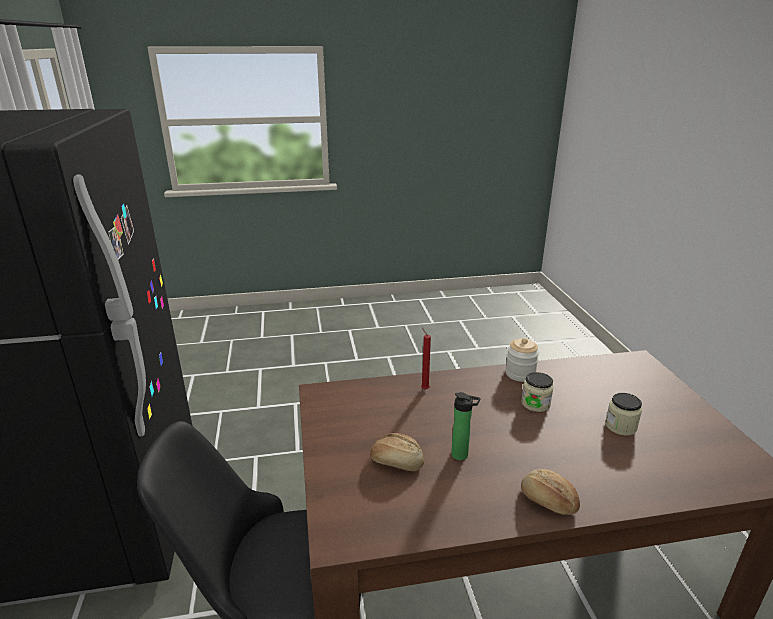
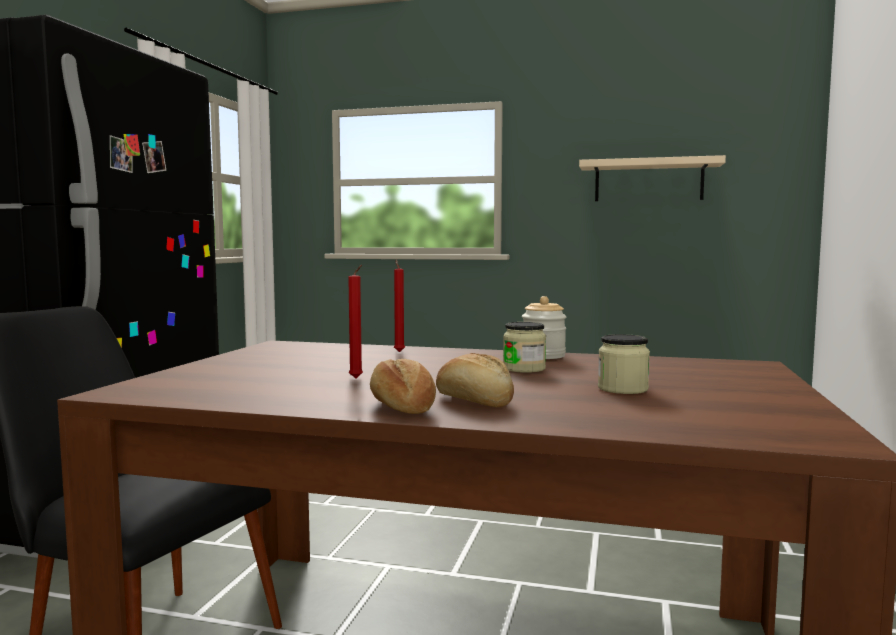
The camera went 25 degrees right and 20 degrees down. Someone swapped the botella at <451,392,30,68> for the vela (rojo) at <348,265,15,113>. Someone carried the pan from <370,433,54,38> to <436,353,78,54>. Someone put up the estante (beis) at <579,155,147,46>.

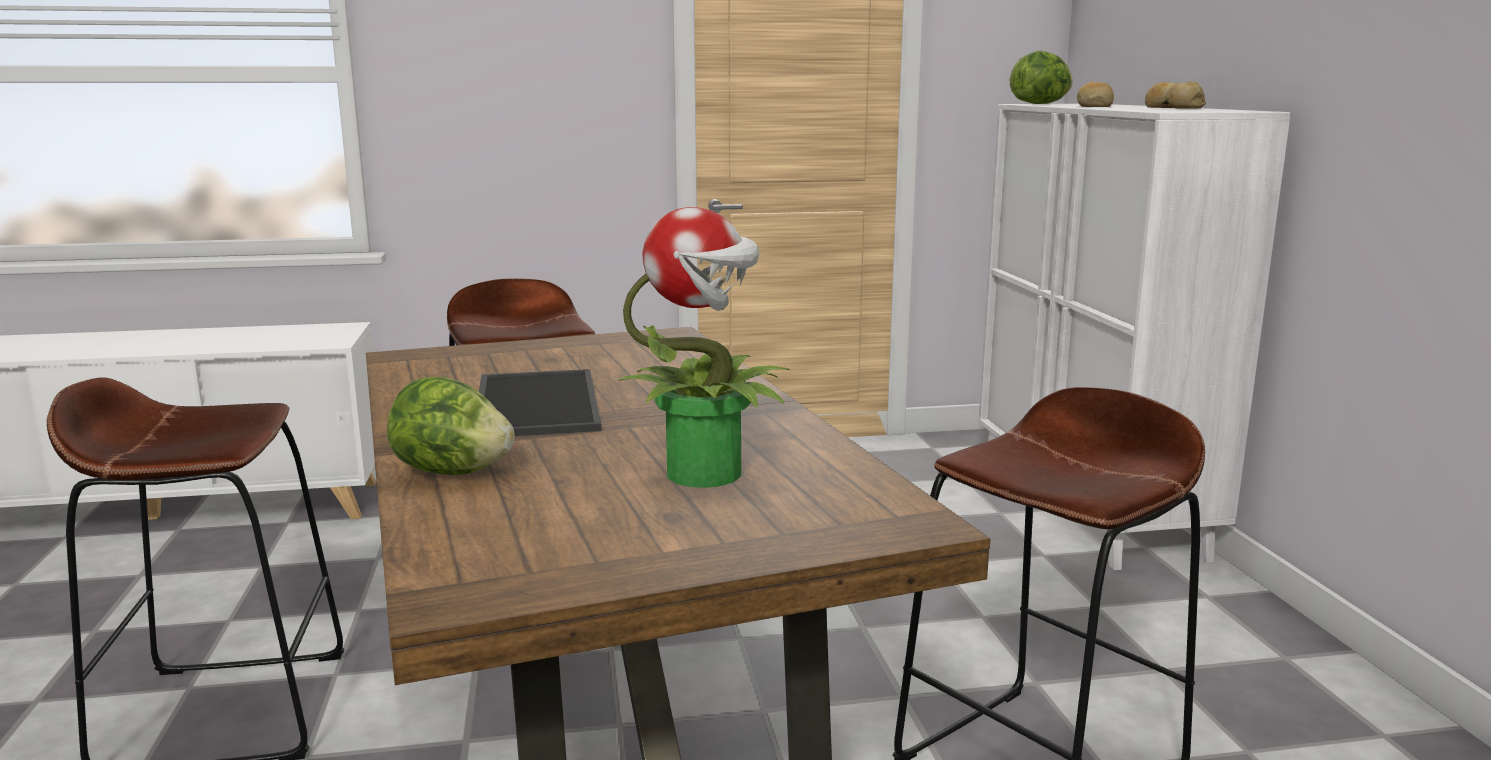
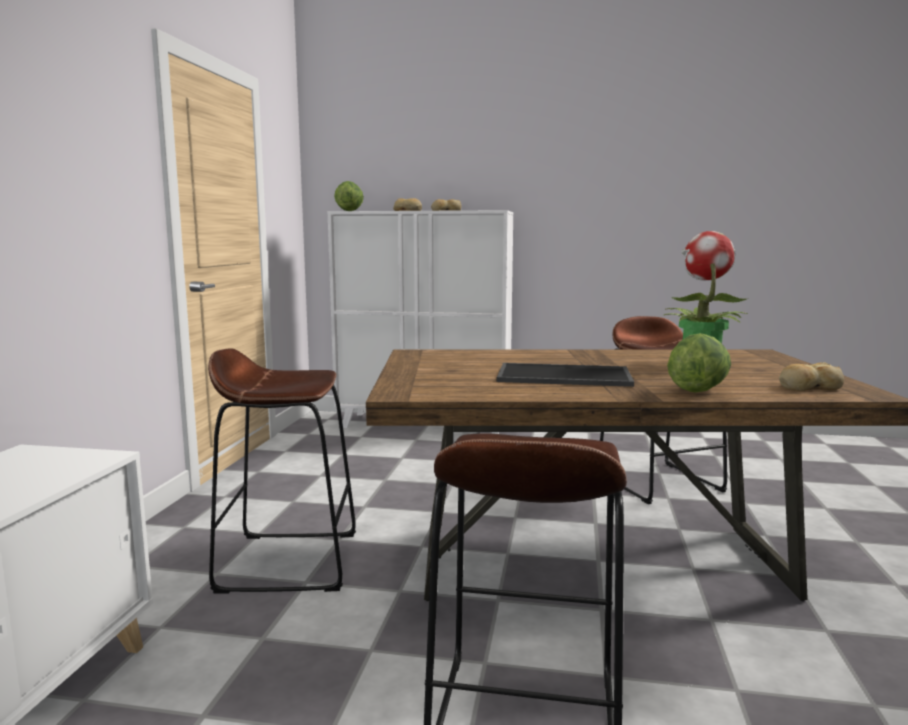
The camera went 70 degrees left and 5 degrees down. Someone put down the pan at <779,362,65,29>.

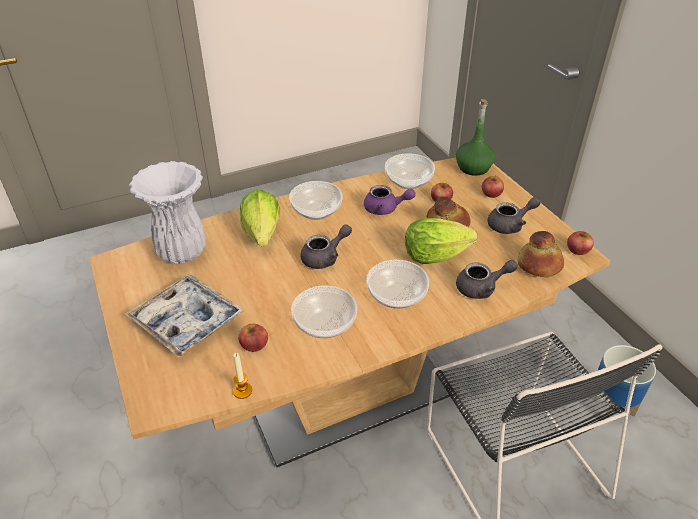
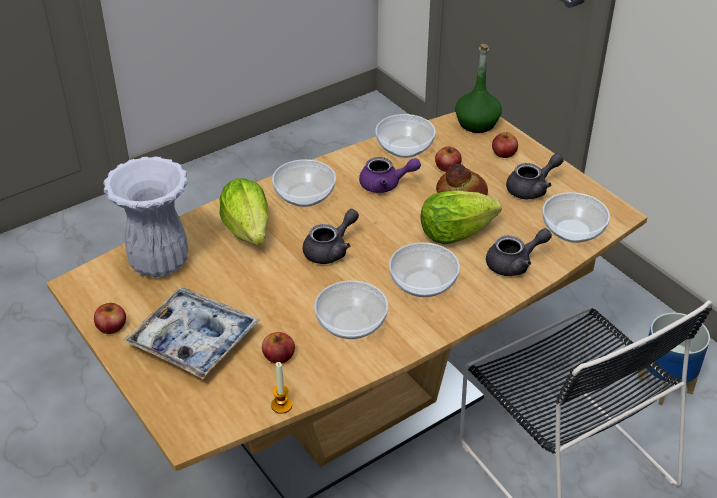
The camera went 10 degrees left and 0 degrees up. Someone carried the manzana from <567,231,27,24> to <94,303,32,31>. Someone swapped the pan at <517,231,47,47> for the cuenco at <542,192,68,51>.

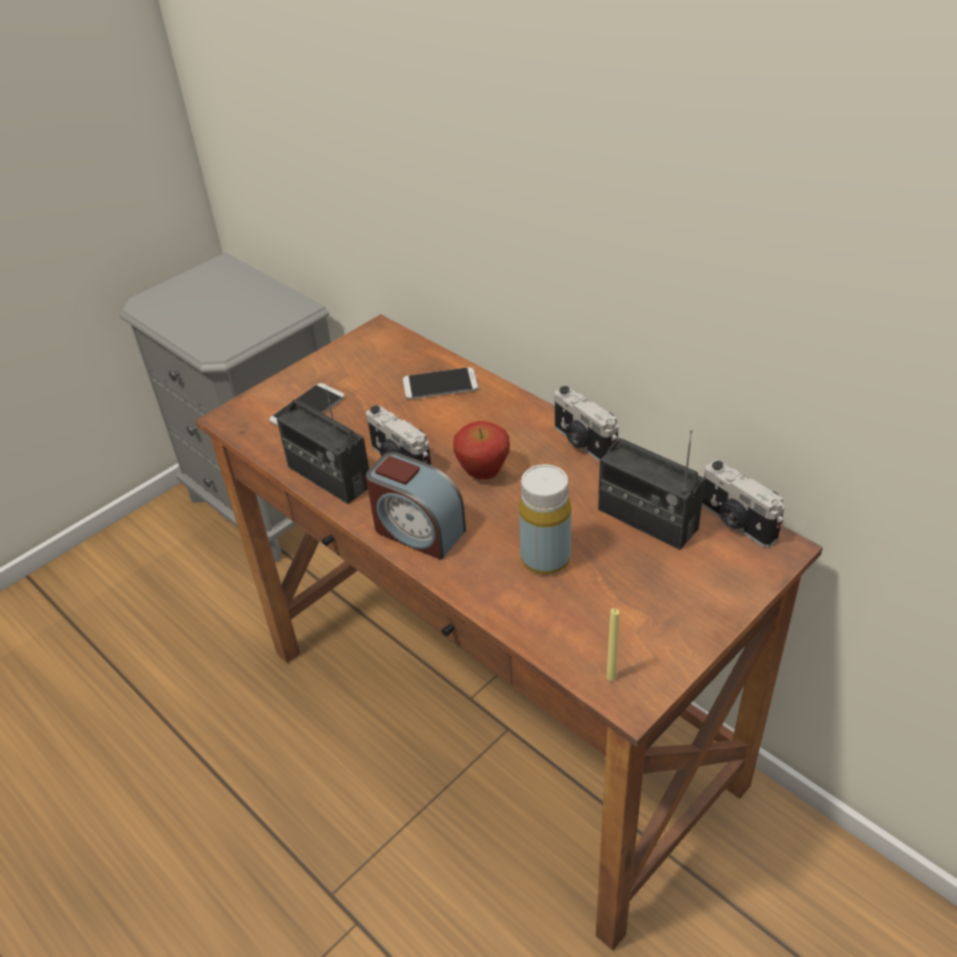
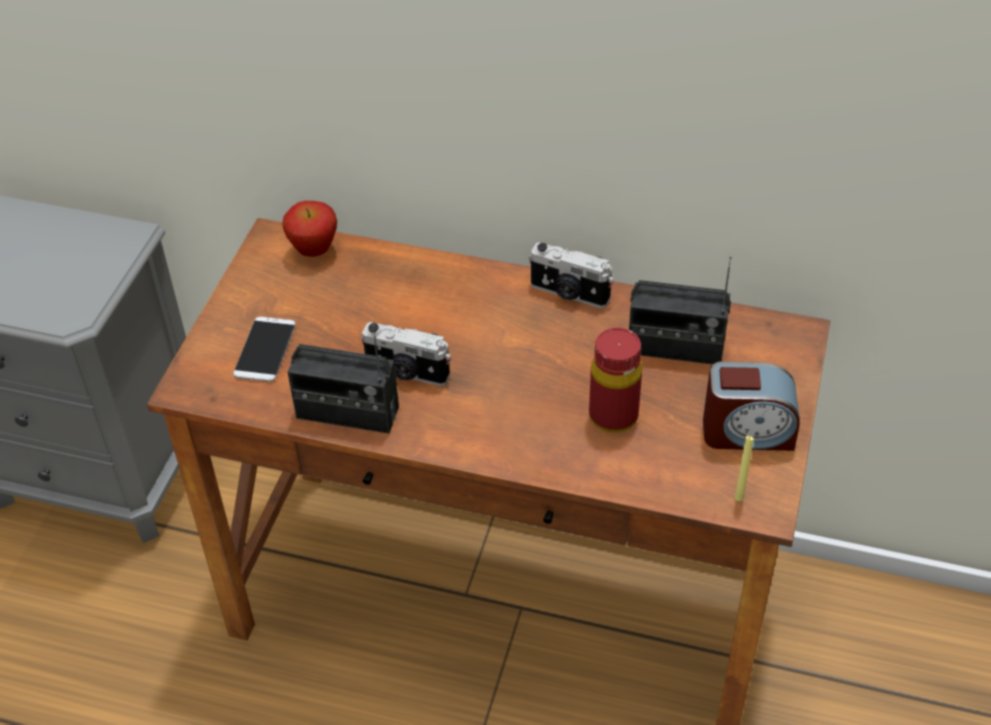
The camera went 30 degrees left and 5 degrees up. Someone carried the manzana from <453,421,57,59> to <282,201,55,56>. Someone repainted the botella (amarillo) at <519,464,52,111>, which became the botella (rojo) at <589,328,53,105>. Someone carried the despertador from <366,452,100,108> to <703,361,97,90>. Someone took away the móvil at <403,367,75,32>. Someone took away the cámara at <702,460,83,88>.

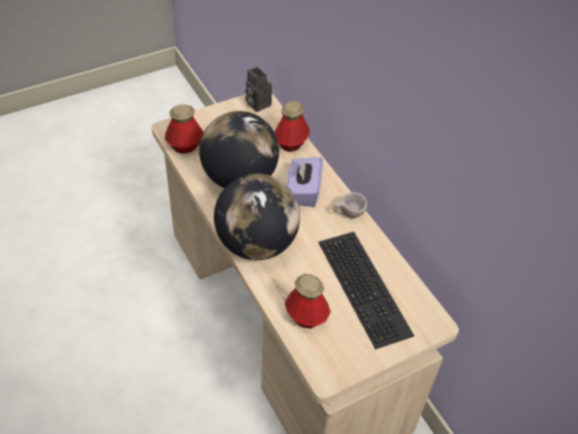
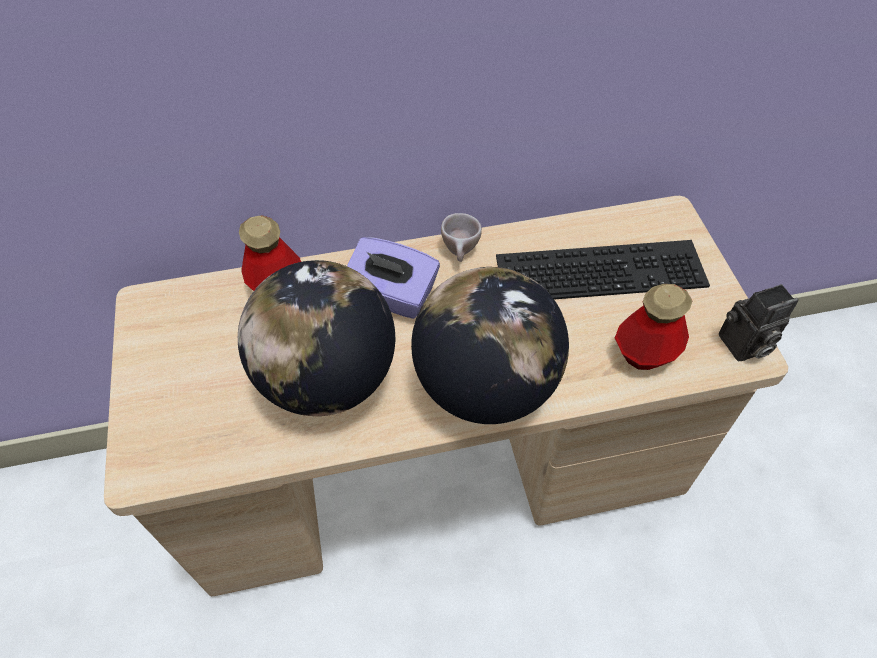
The camera went 70 degrees left and 5 degrees up. Someone carried the cámara from <245,67,27,45> to <719,284,79,78>. Someone took away the botella at <165,104,38,49>.

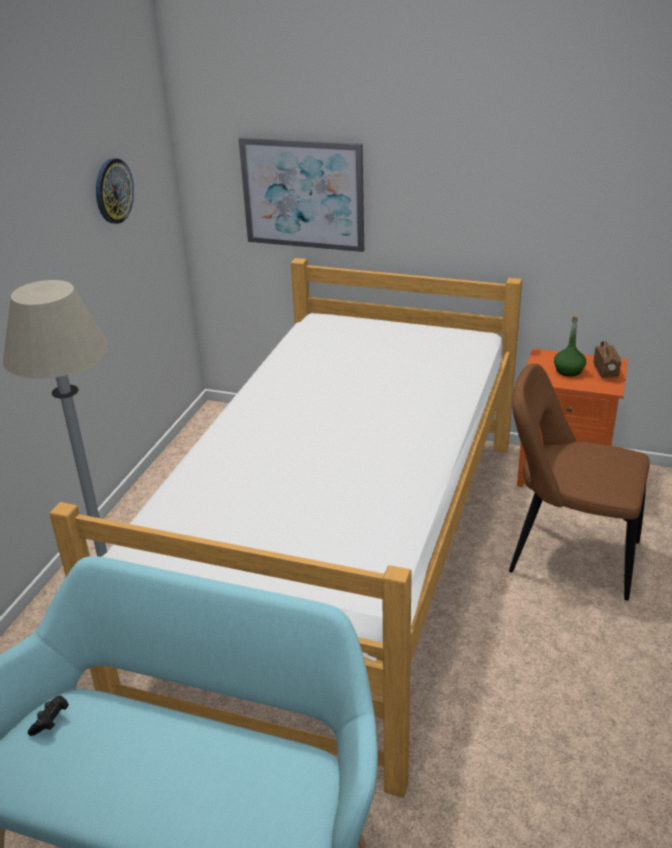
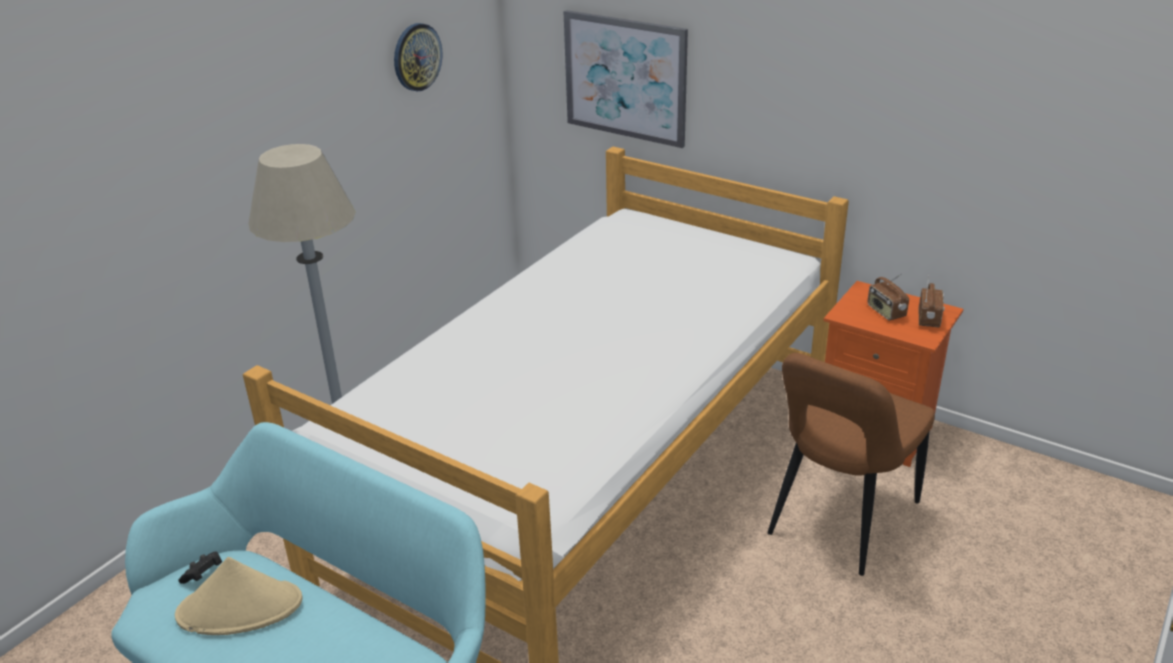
The camera went 15 degrees right and 0 degrees up. Someone put down the sombrero (beis) at <175,557,128,78>. Someone rotated the silla (marrón) at <509,363,141,238> by 90 degrees counterclockwise. Someone swapped the botella (verde) at <554,315,32,62> for the radio at <868,273,41,48>.

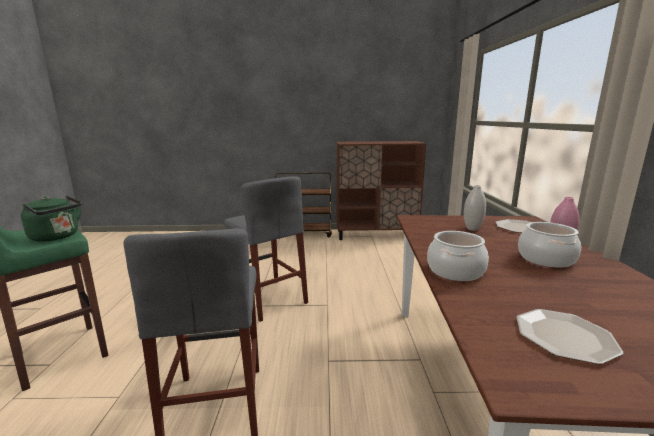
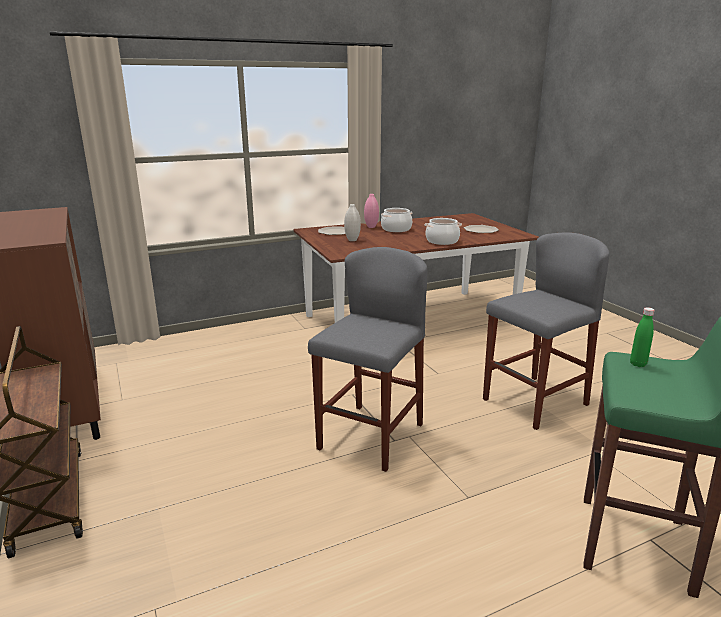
The camera went 115 degrees left and 5 degrees up. Someone swapped the hervidor (verde) at <21,196,61,46> for the botella (verde) at <630,307,25,60>.

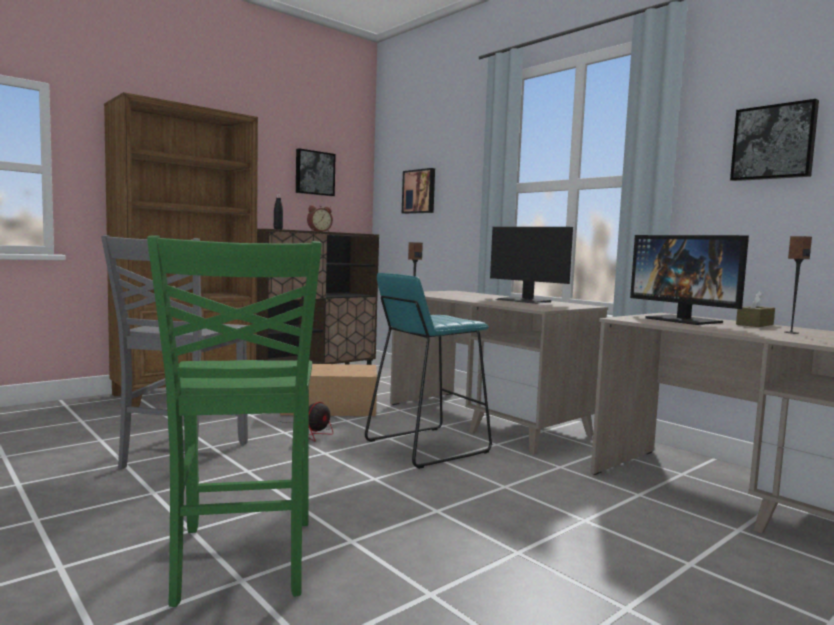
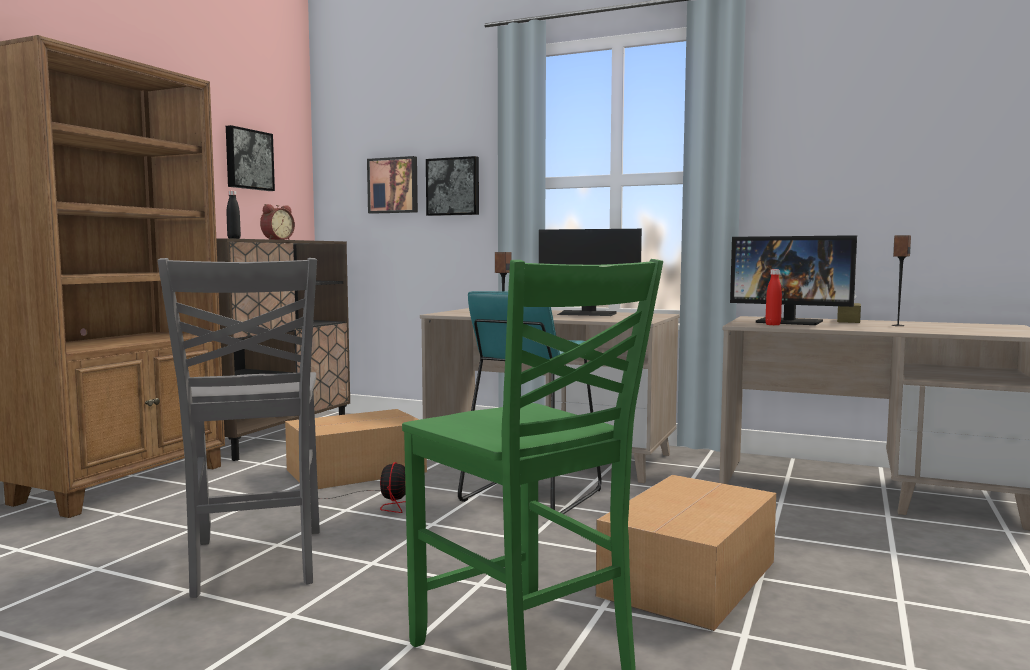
The camera went 25 degrees left and 0 degrees up. Someone carried the cuadro from <730,99,89,82> to <426,156,53,60>. Someone put down the caja de cartón at <596,475,180,156>. Someone put down the botella (rojo) at <765,269,17,56>.

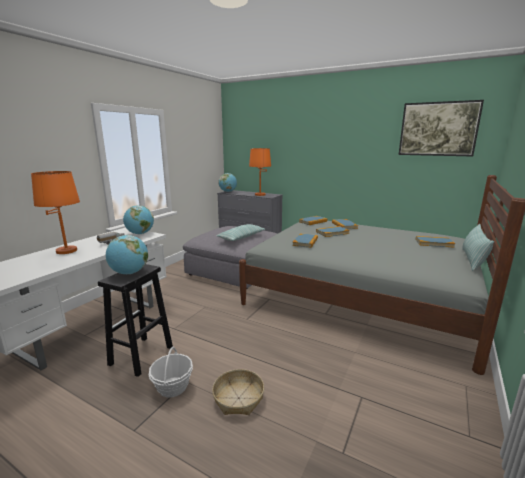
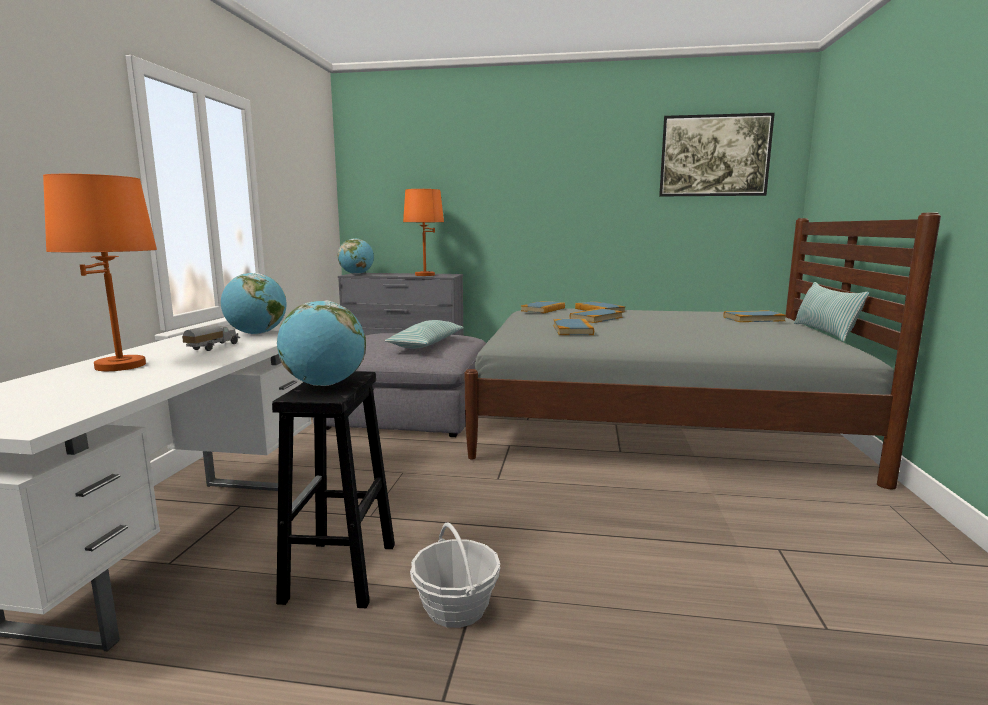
The camera went 20 degrees left and 5 degrees down. Someone took away the cesta at <212,369,52,46>.

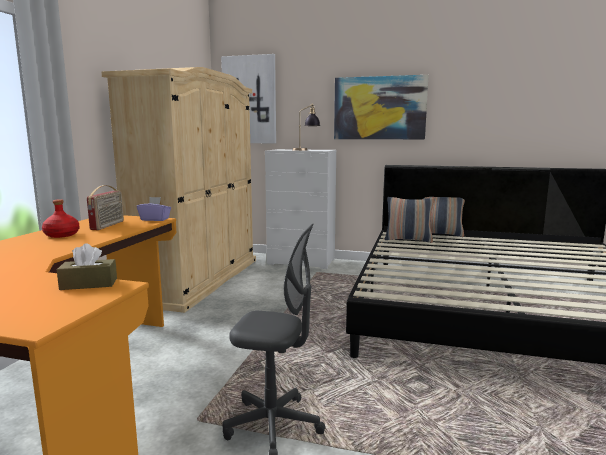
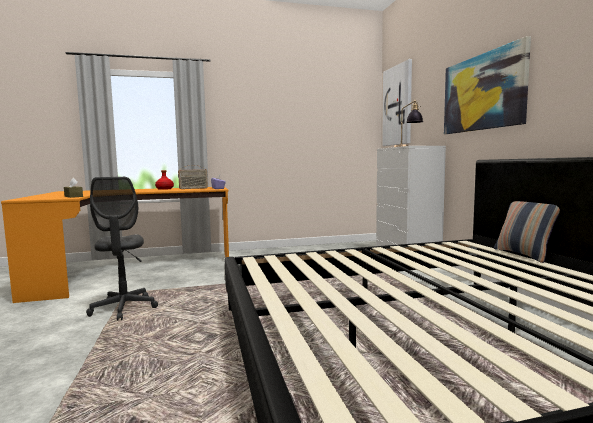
The camera went 60 degrees right and 5 degrees down. Someone took away the armario ropero (beis) at <101,67,155,246>. Someone took away the cojín at <385,197,49,46>.

